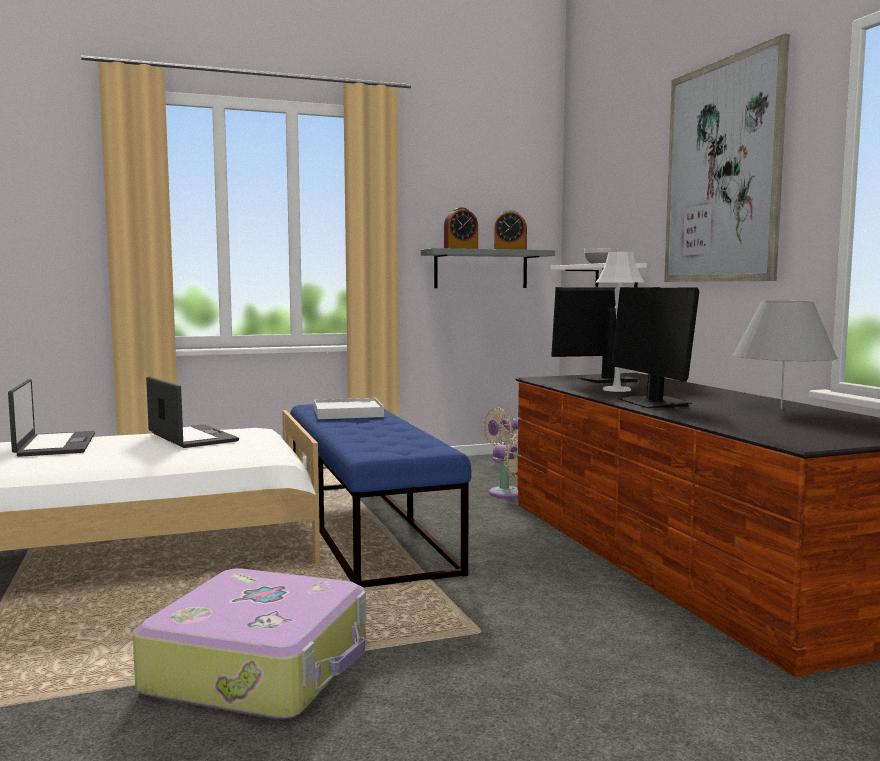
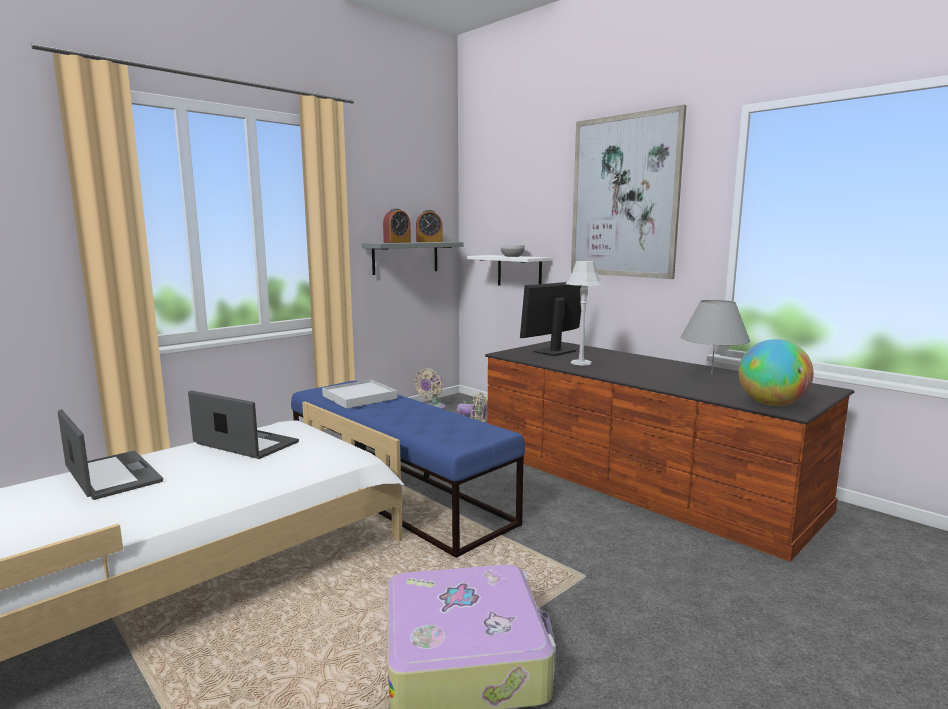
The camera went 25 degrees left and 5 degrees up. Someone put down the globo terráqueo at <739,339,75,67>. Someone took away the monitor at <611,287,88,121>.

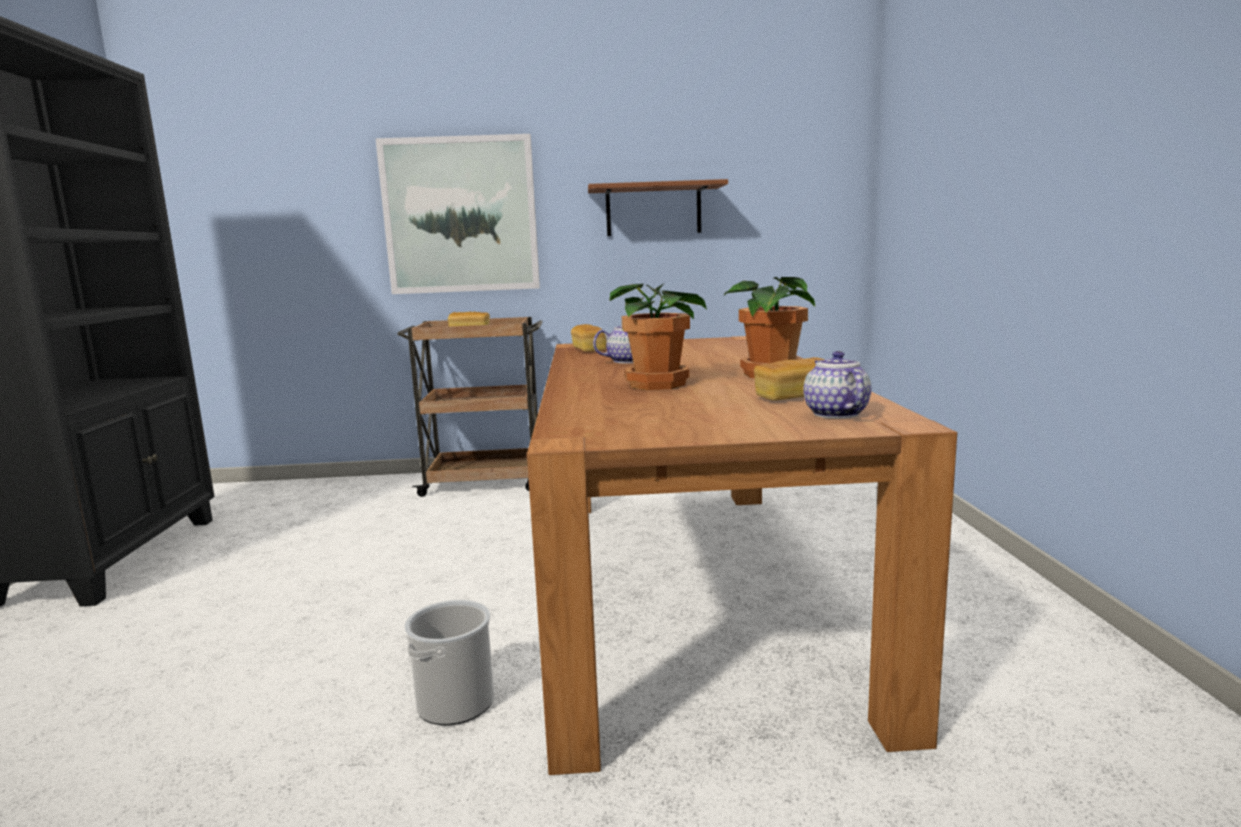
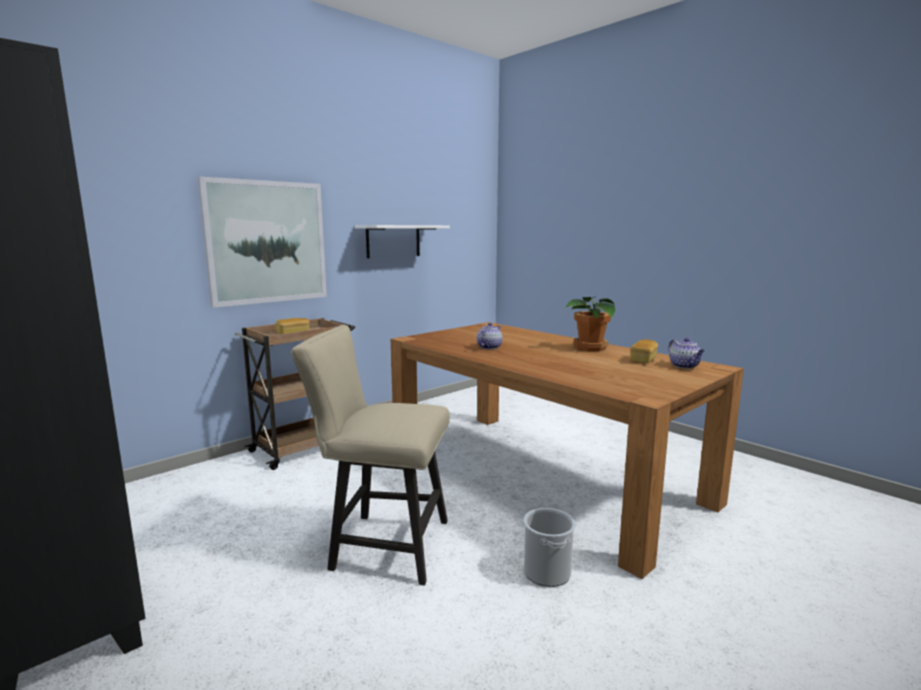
The camera went 40 degrees left and 0 degrees up. Someone put down the silla (beis) at <291,325,159,261>. Someone repainted the estante (marrón) at <588,179,140,57>, which became the estante (blanco) at <355,225,95,33>. Someone rotated the tetera at <803,351,68,67> by 150 degrees counterclockwise. Someone took away the pan at <571,324,36,28>. Someone took away the planta en maceta at <609,284,98,106>.

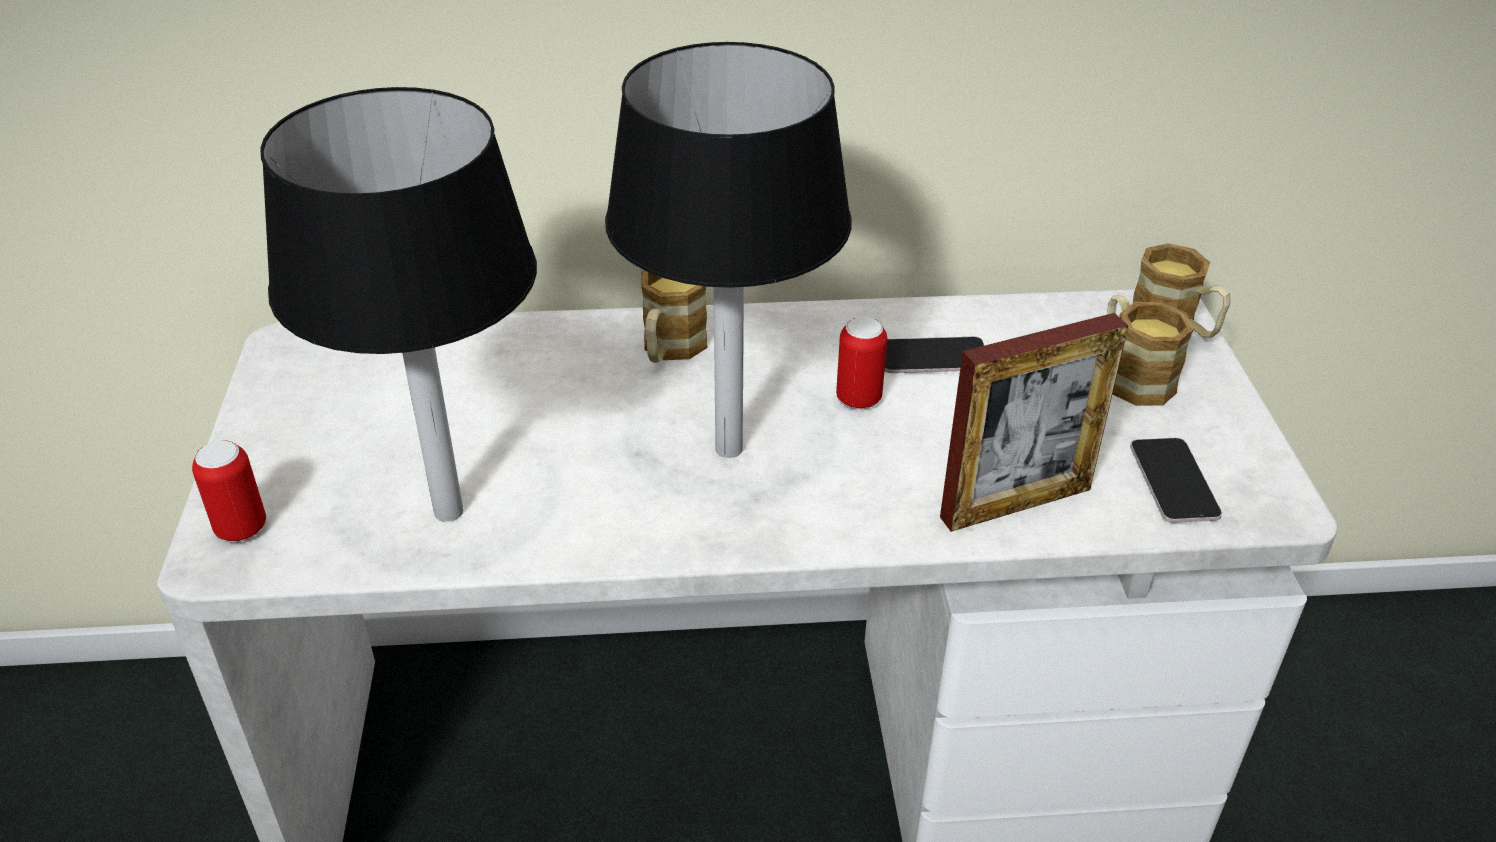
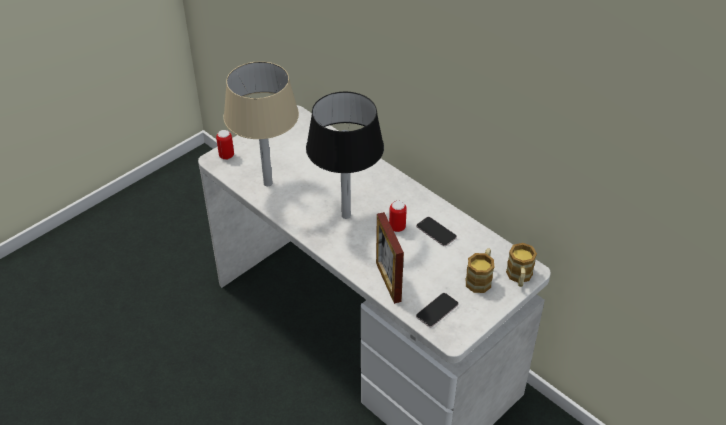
The camera went 50 degrees right and 5 degrees up. Someone repainted the lámpara de mesa (negro) at <260,87,277,435>, which became the lámpara de mesa (beis) at <224,61,75,125>. Someone rotated the portarretratos at <940,313,188,219> by 45 degrees clockwise. Someone took away the taza grande at <641,270,67,93>.

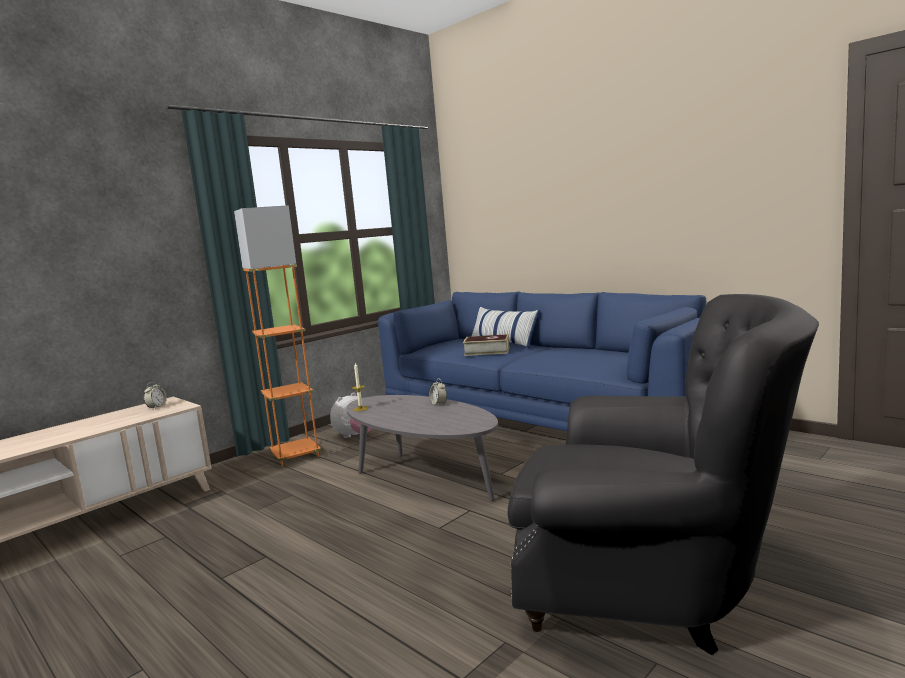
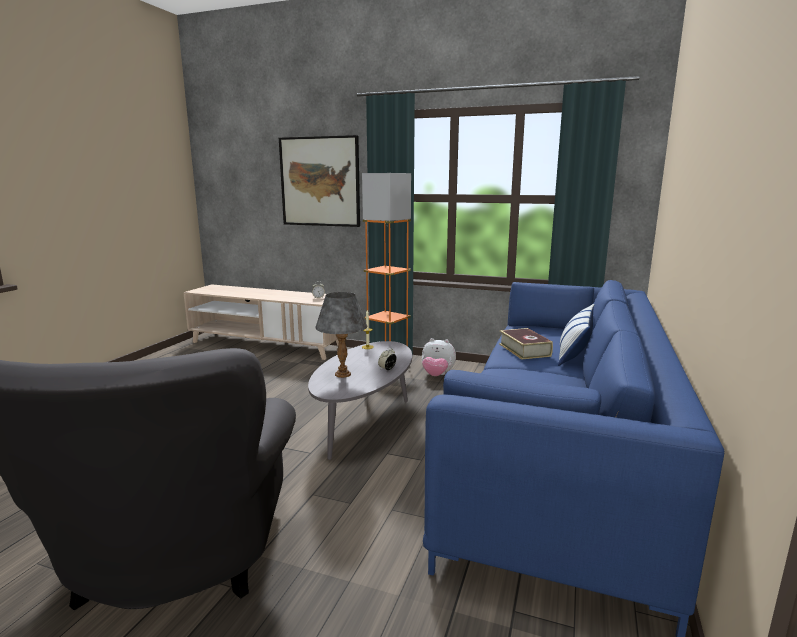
The camera went 65 degrees right and 5 degrees up. Someone put up the cuadro at <279,135,81,92>. Someone put down the lámpara de mesa (gris) at <315,292,52,86>.

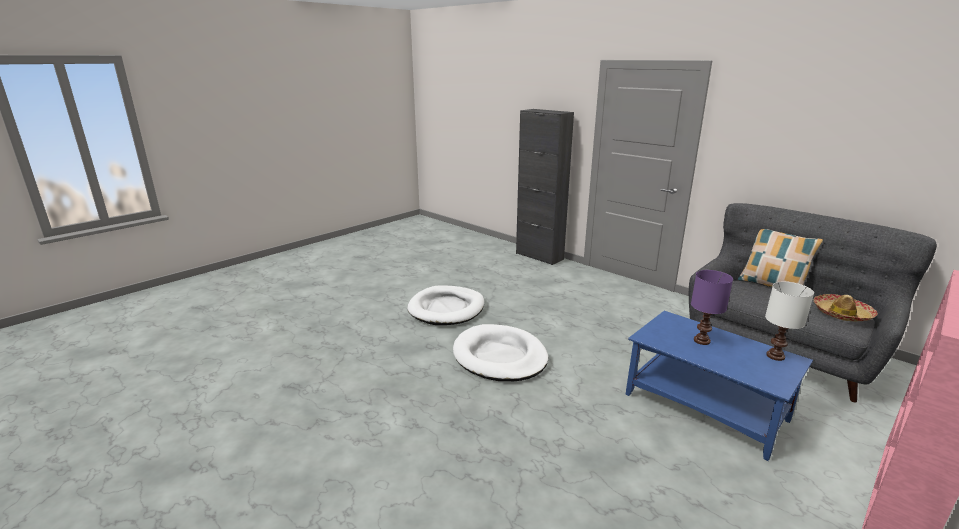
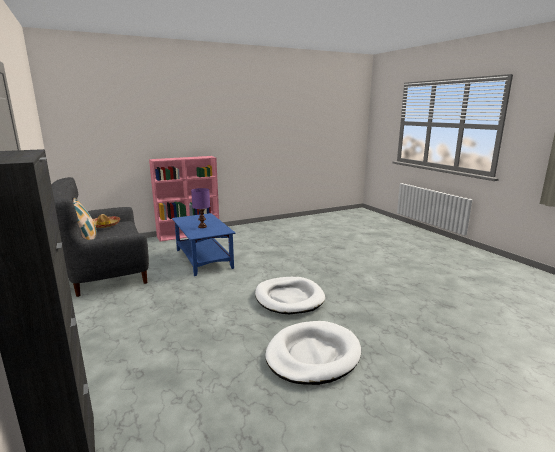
The camera went 160 degrees left and 5 degrees down. Someone took away the lámpara de mesa (blanco) at <765,282,49,79>.

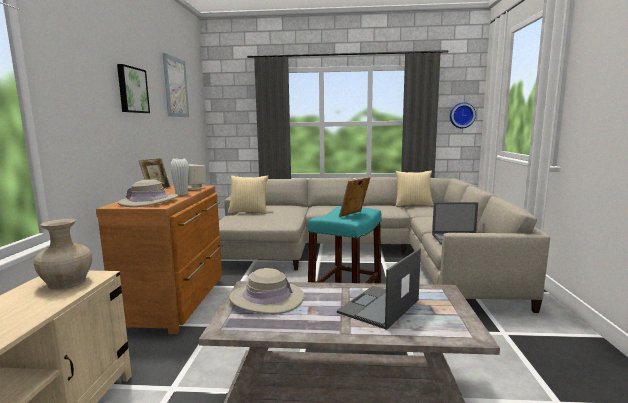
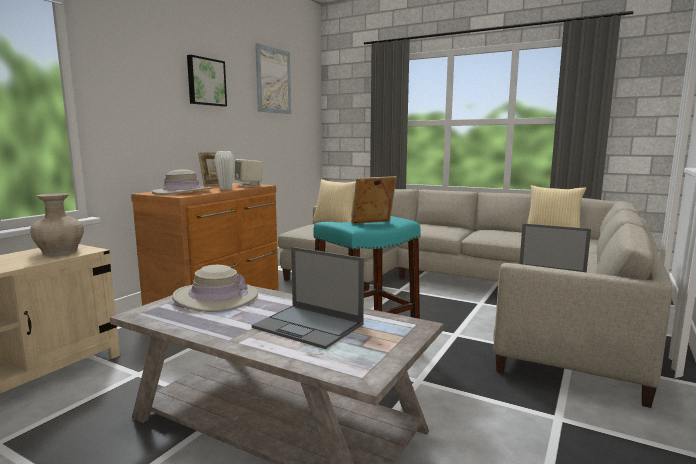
The camera went 25 degrees right and 0 degrees up. Someone rotated the portátil at <337,248,84,82> by 120 degrees counterclockwise. Someone took away the reloj de pared at <450,102,26,26>.

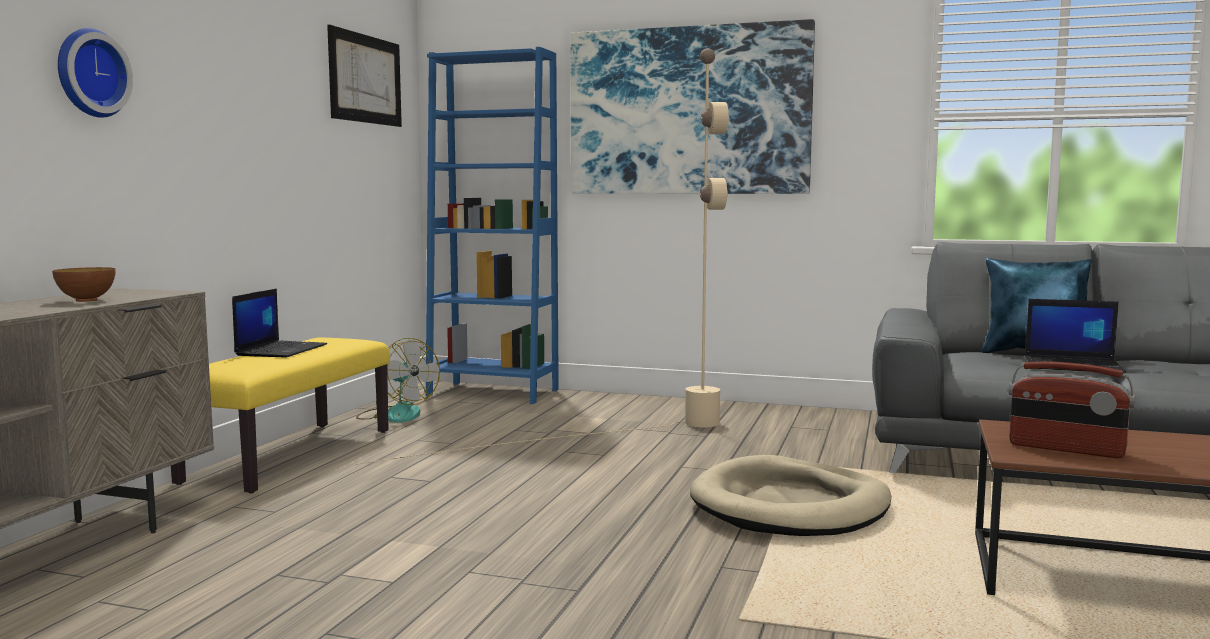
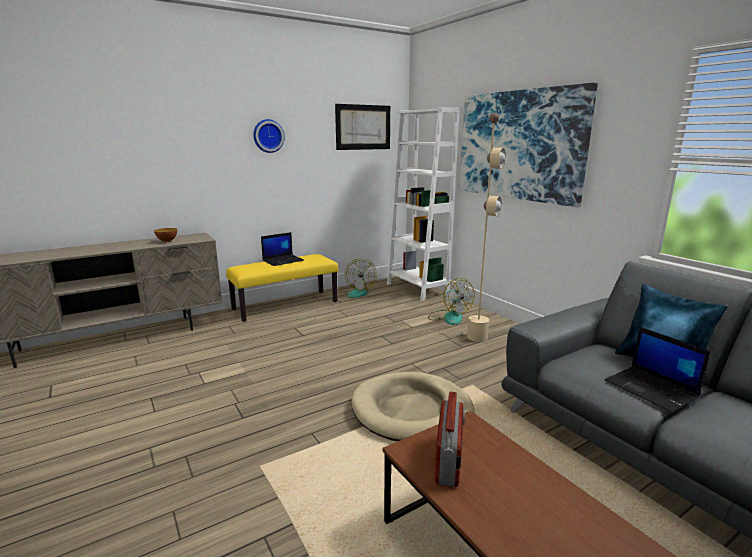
The camera went 40 degrees right and 10 degrees up. Someone carried the reloj de pared from <58,28,75,90> to <253,119,32,34>. Someone repainted the estantería (azul) at <426,47,133,357>, which became the estantería (blanco) at <387,107,72,194>. Someone put down the ventilador at <428,278,47,47>. Someone rotated the radio at <1009,362,126,96> by 150 degrees counterclockwise.

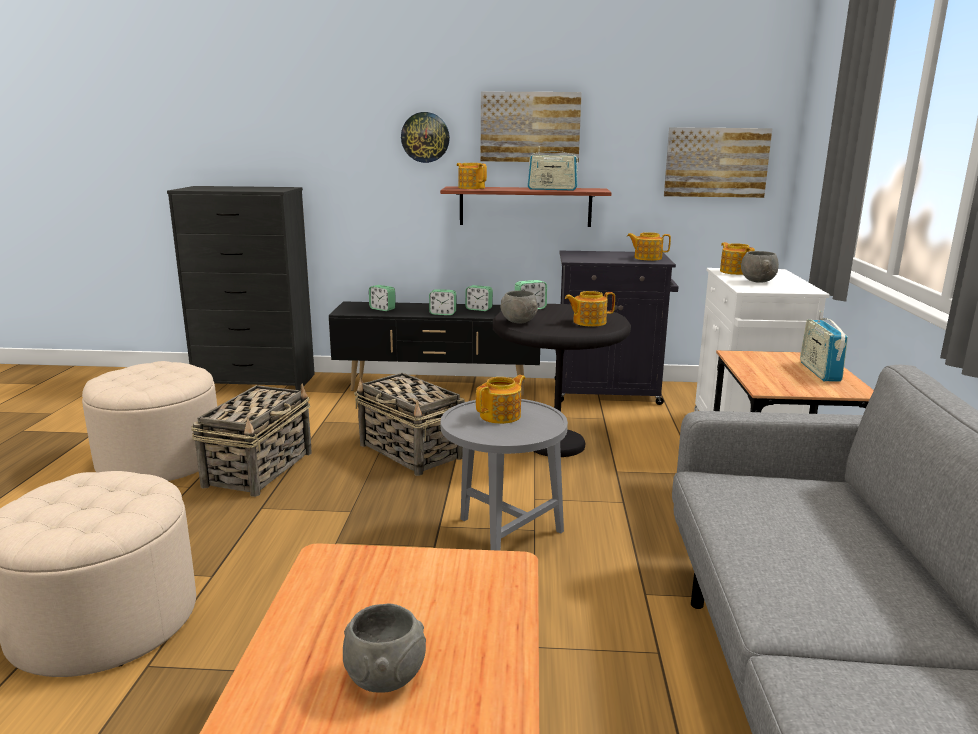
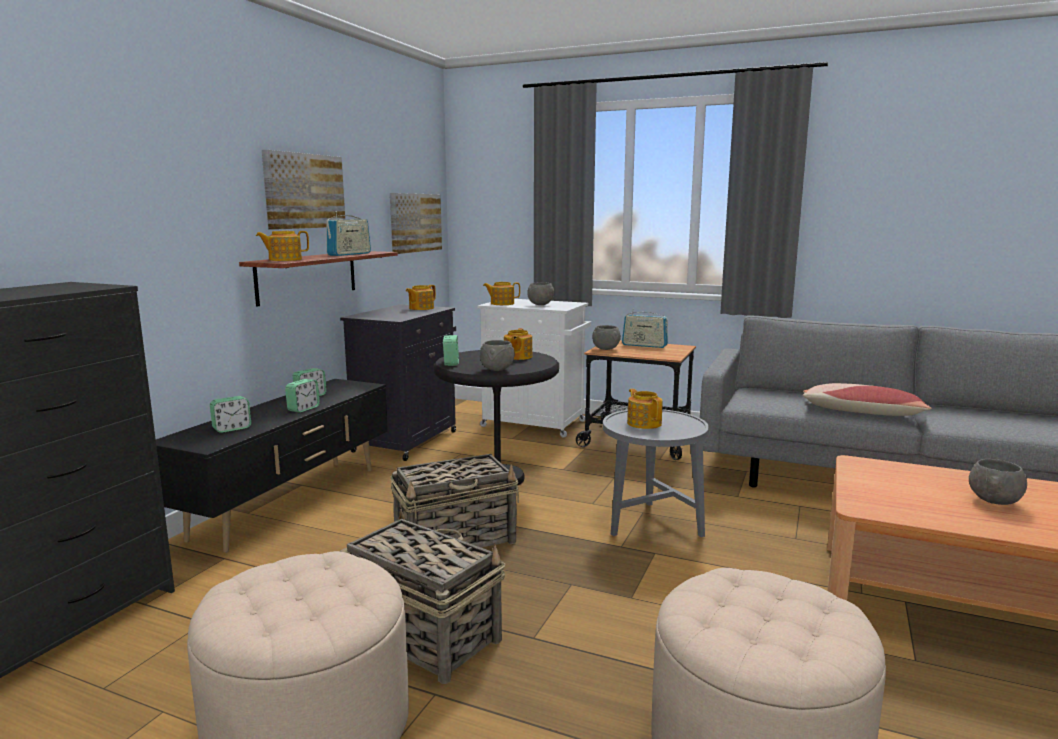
The camera went 70 degrees left and 5 degrees down. Someone put down the cuenco (gris) at <592,325,29,25>. Someone put down the cojín at <803,383,128,33>. Someone took away the reloj de pared at <401,112,49,51>.

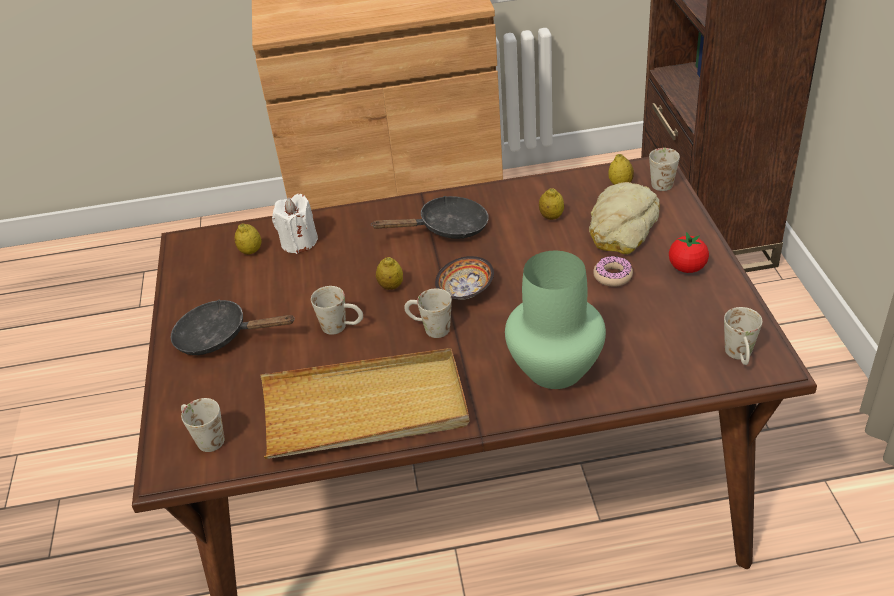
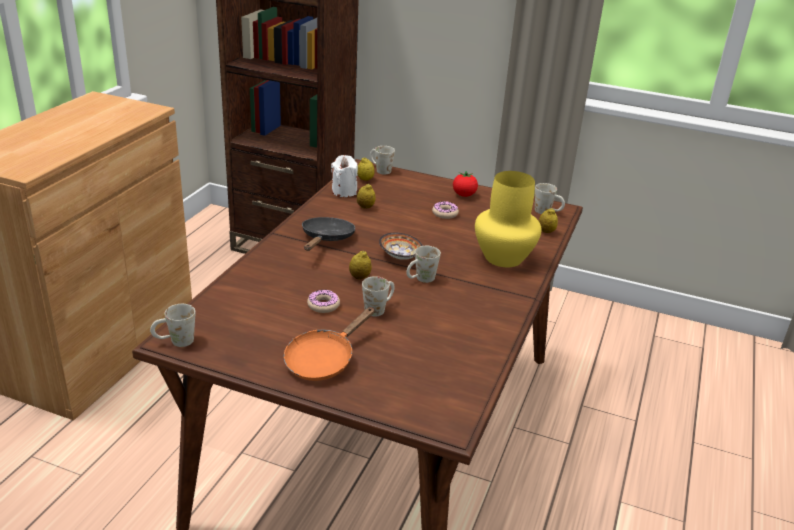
The camera went 65 degrees left and 10 degrees down. Someone carried the taza grande (blanco) from <181,398,43,54> to <150,304,45,43>. Someone repainted the sartén (negro) at <170,299,125,56>, which became the sartén (naranja) at <284,307,91,74>. Someone put down the rosquilla at <307,290,33,23>. Someone carried the vela (blanco) from <272,194,46,60> to <331,155,27,42>. Someone repainted the florero (verde) at <505,251,101,138>, which became the florero (amarillo) at <475,171,67,96>. Someone carried the limón from <235,223,26,32> to <539,208,19,25>. Someone took away the bandeja (beis) at <260,348,209,111>. Someone took away the pan at <589,182,71,72>.

